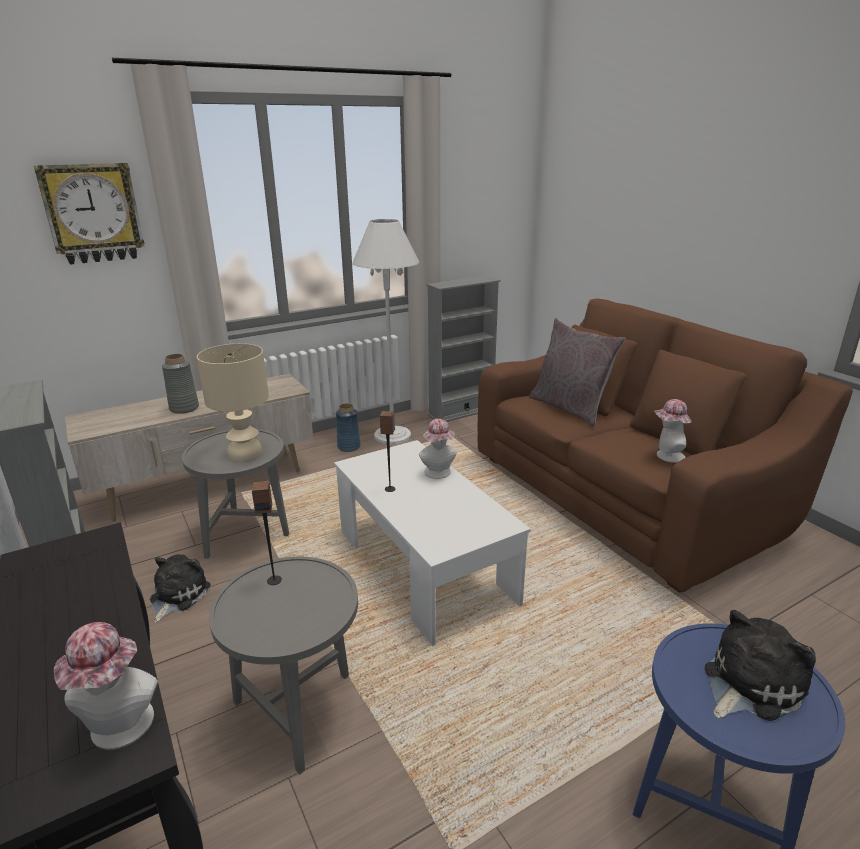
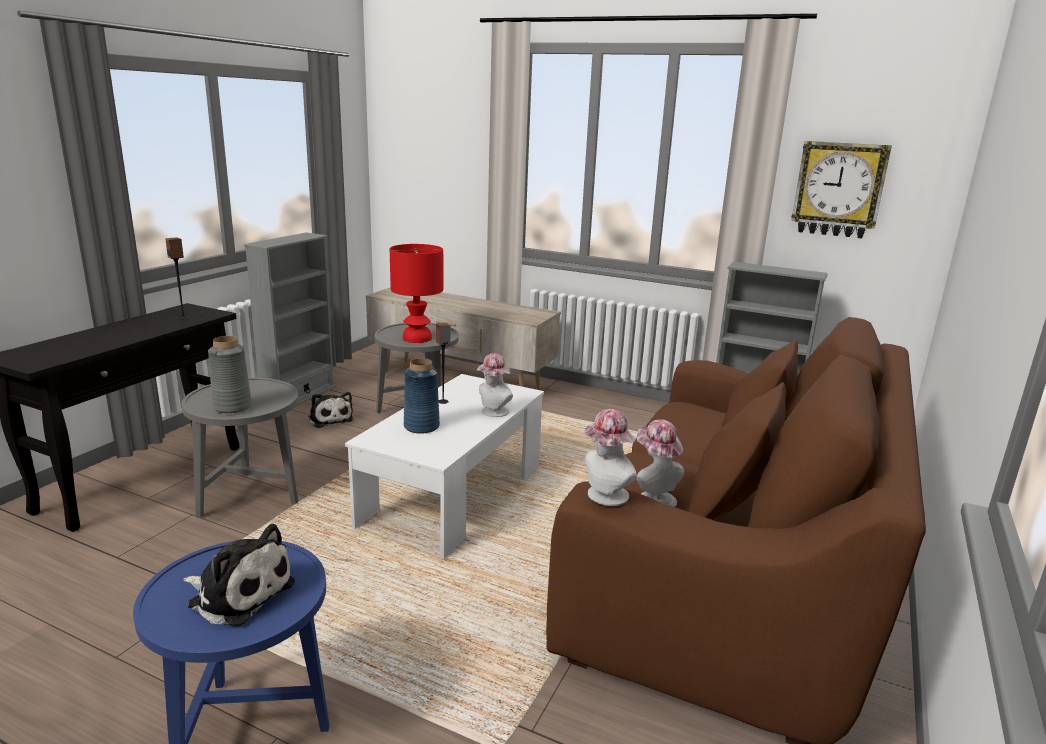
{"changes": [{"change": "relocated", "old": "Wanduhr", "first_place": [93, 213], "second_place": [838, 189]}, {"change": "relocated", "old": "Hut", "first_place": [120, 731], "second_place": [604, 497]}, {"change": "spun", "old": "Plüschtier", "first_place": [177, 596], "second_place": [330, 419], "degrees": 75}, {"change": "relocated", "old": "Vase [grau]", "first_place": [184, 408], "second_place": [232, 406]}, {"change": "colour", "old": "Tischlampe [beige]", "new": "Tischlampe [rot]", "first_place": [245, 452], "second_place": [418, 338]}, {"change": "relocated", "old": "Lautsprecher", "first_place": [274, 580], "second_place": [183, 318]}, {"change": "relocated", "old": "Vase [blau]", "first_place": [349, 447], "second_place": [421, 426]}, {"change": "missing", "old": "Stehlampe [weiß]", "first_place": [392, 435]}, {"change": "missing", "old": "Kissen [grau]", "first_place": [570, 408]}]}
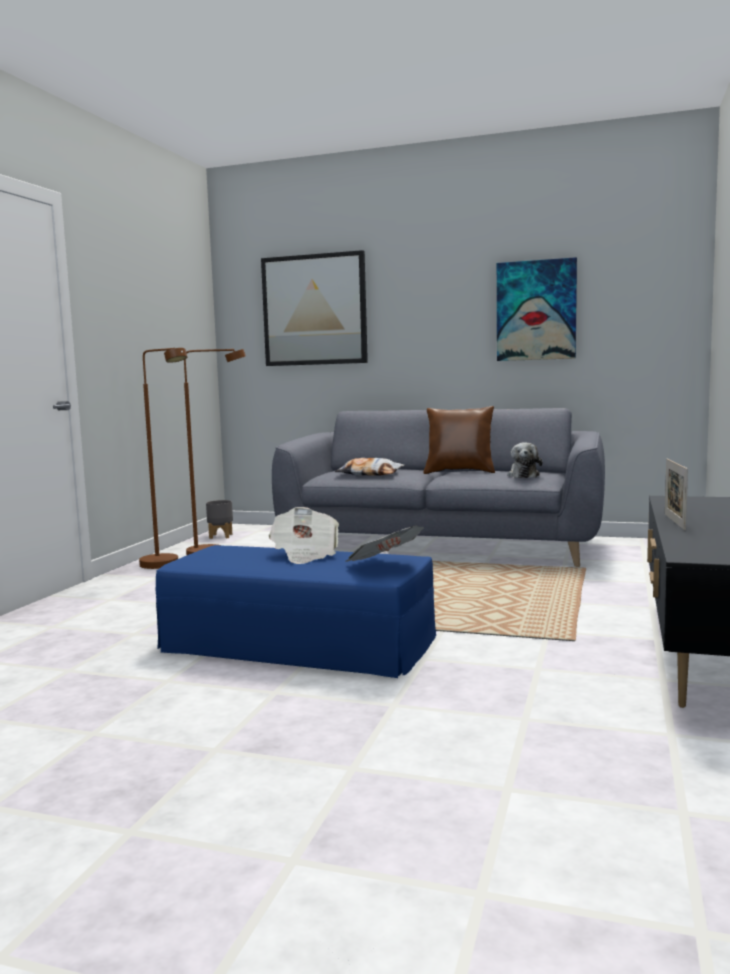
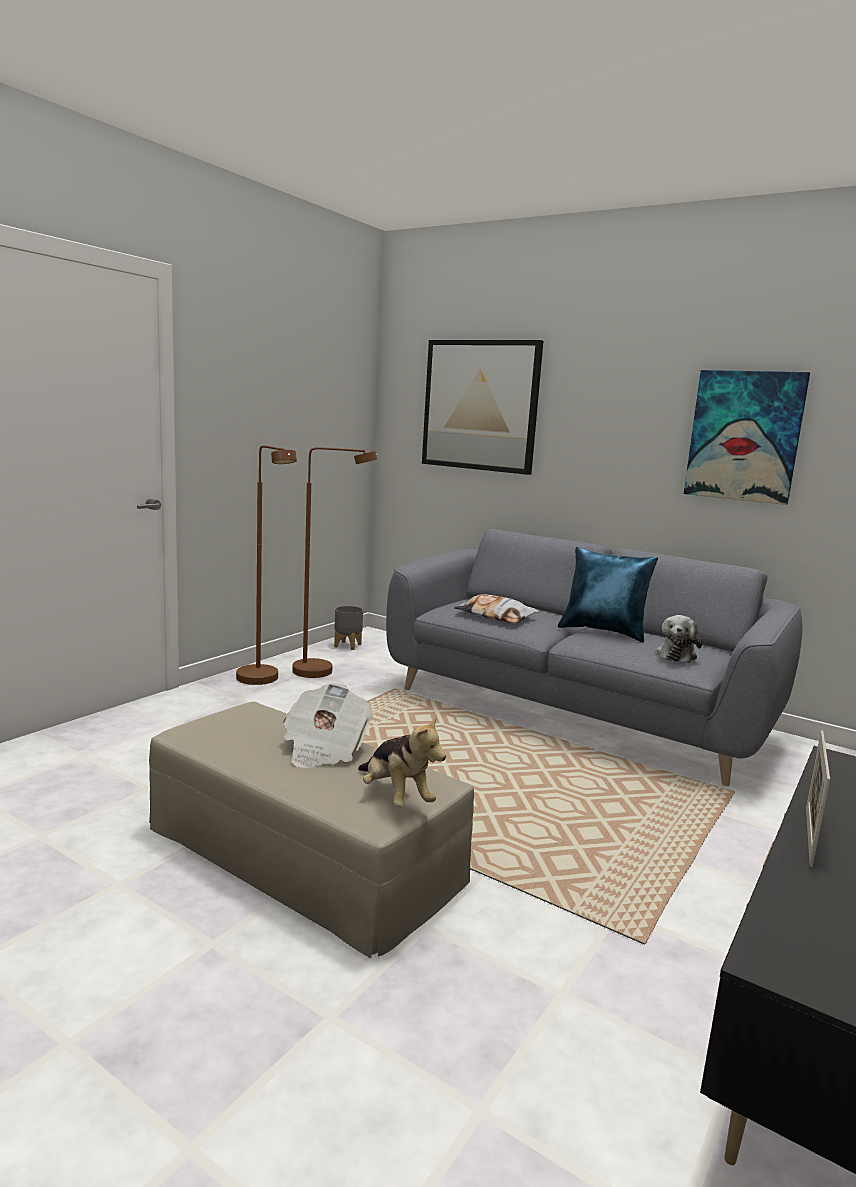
{"changes": [{"change": "colour", "old": "Polsterhocker [blau]", "new": "Polsterhocker [beige]", "first_place": [299, 642], "second_place": [304, 851]}, {"change": "exchanged", "old": "Zeitung", "new": "Plüschtier", "first_place": [384, 565], "second_place": [395, 797]}, {"change": "colour", "old": "Kissen [braun]", "new": "Kissen [blau]", "first_place": [460, 472], "second_place": [603, 632]}]}
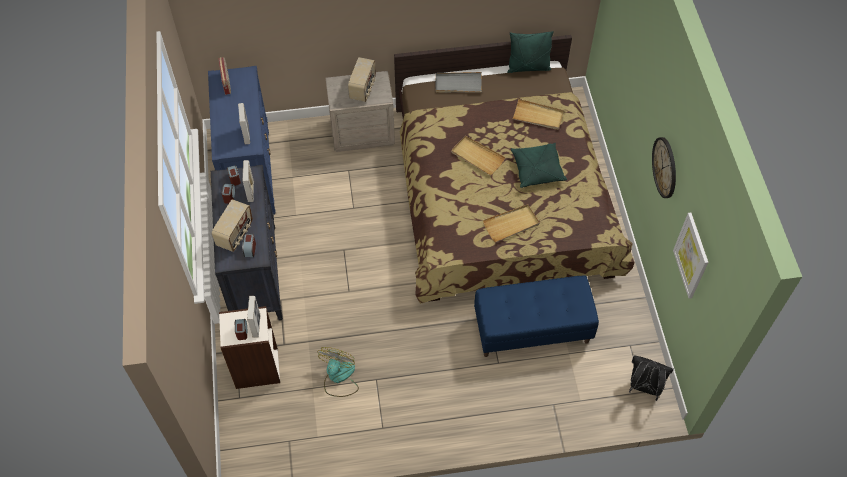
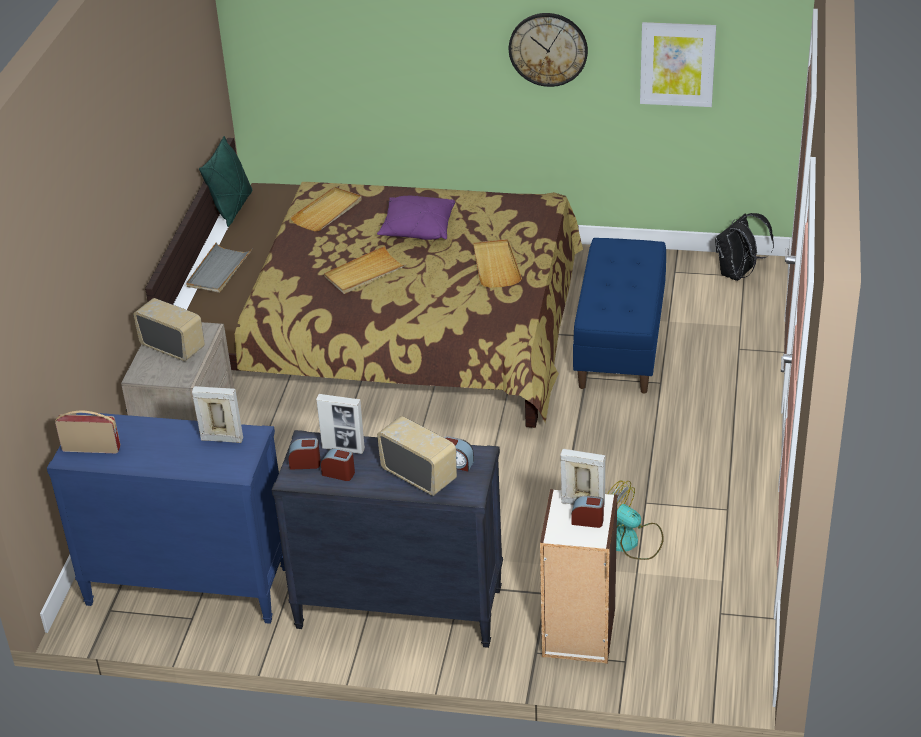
{"changes": [{"change": "colour", "old": "Kissen [grün]", "new": "Kissen [lila]", "first_place": [537, 170], "second_place": [417, 229]}]}
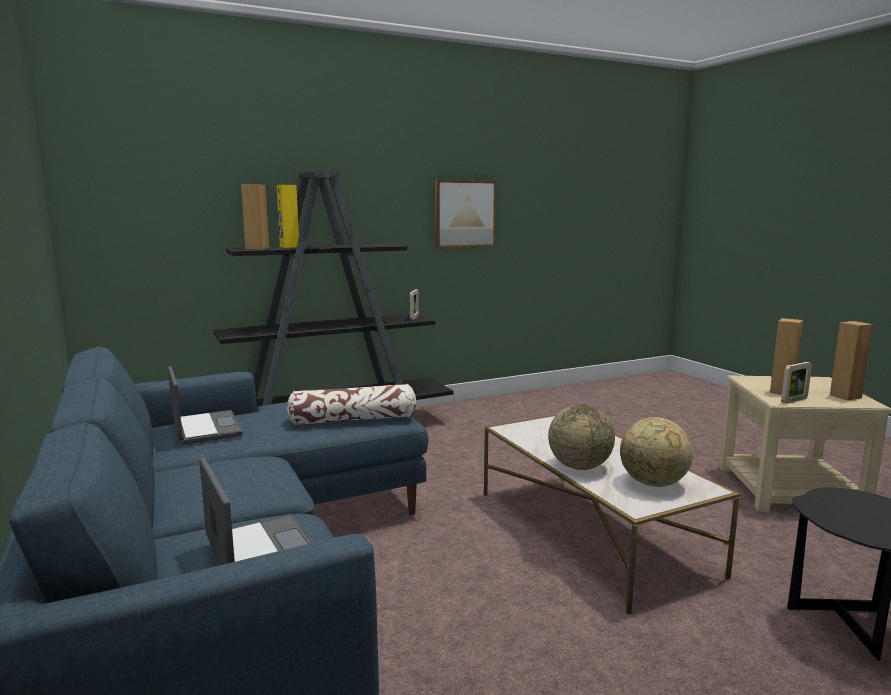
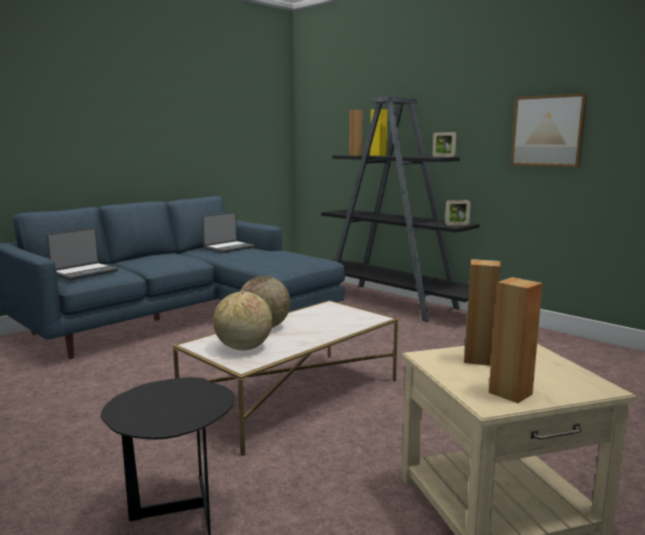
{"changes": [{"change": "missing", "old": "Kissen", "first_place": [353, 419]}, {"change": "relocated", "old": "Bilderrahmen", "first_place": [794, 400], "second_place": [443, 156]}]}
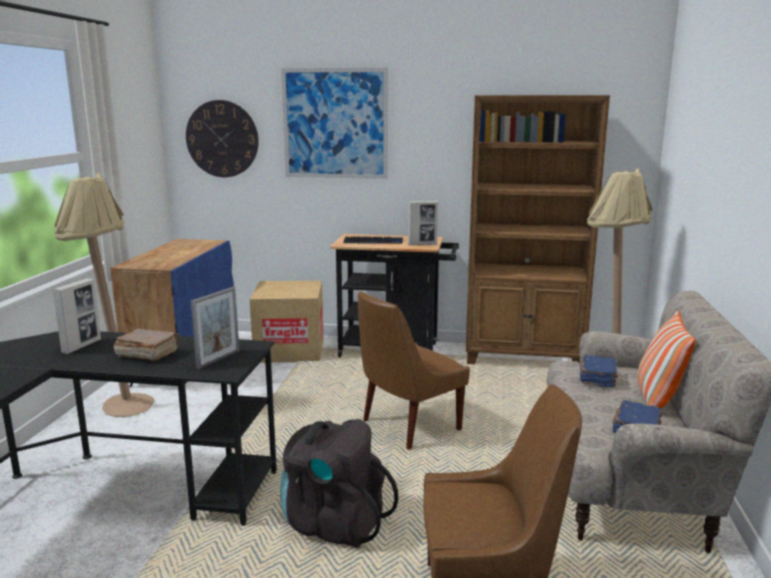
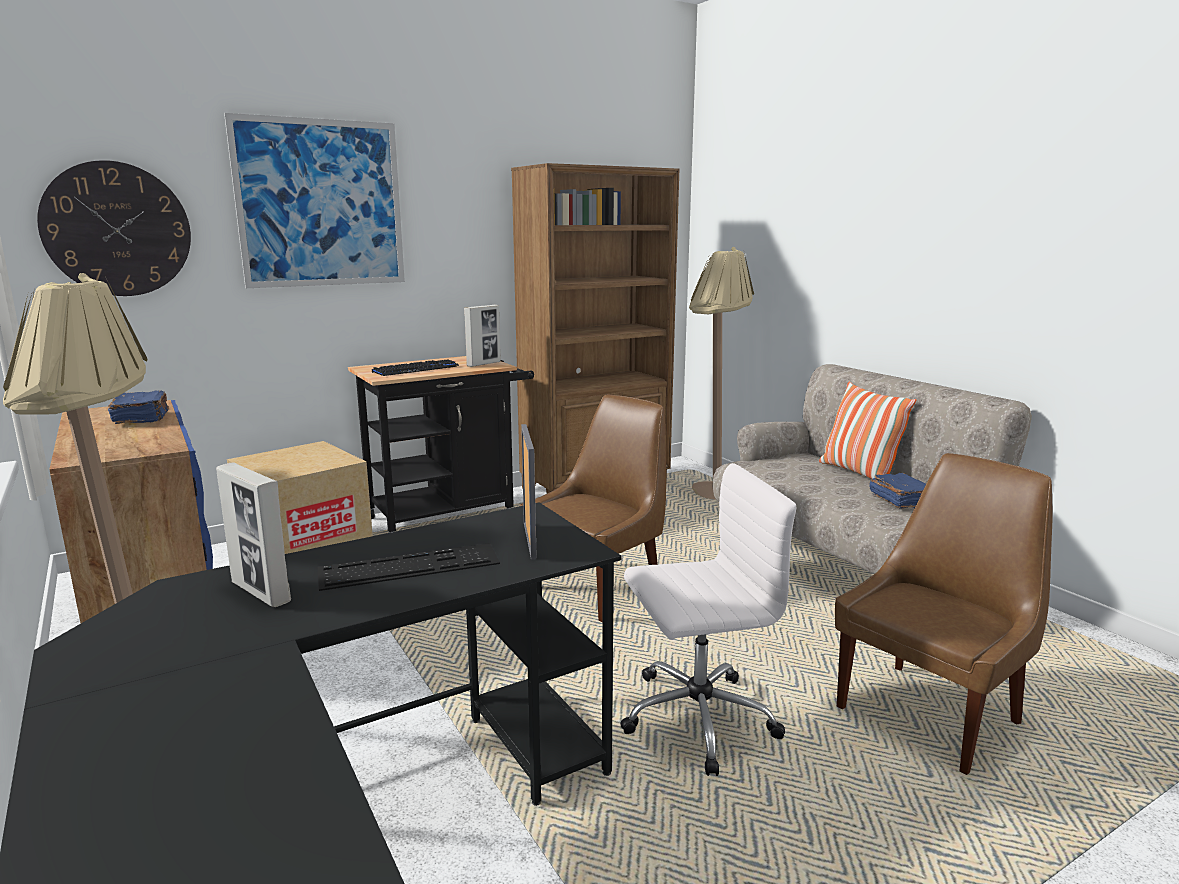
{"changes": [{"change": "spun", "old": "Bilderrahmen", "first_place": [82, 346], "second_place": [261, 592], "degrees": 150}, {"change": "exchanged", "old": "Buch [braun]", "new": "Tastatur", "first_place": [147, 354], "second_place": [409, 567]}, {"change": "exchanged", "old": "Rucksack [schwarz]", "new": "Bürostuhl [weiß]", "first_place": [333, 523], "second_place": [695, 718]}, {"change": "spun", "old": "Stuhl [braun]", "first_place": [408, 426], "second_place": [598, 589], "degrees": -150}, {"change": "relocated", "old": "Buch [blau]", "first_place": [598, 379], "second_place": [142, 419]}]}
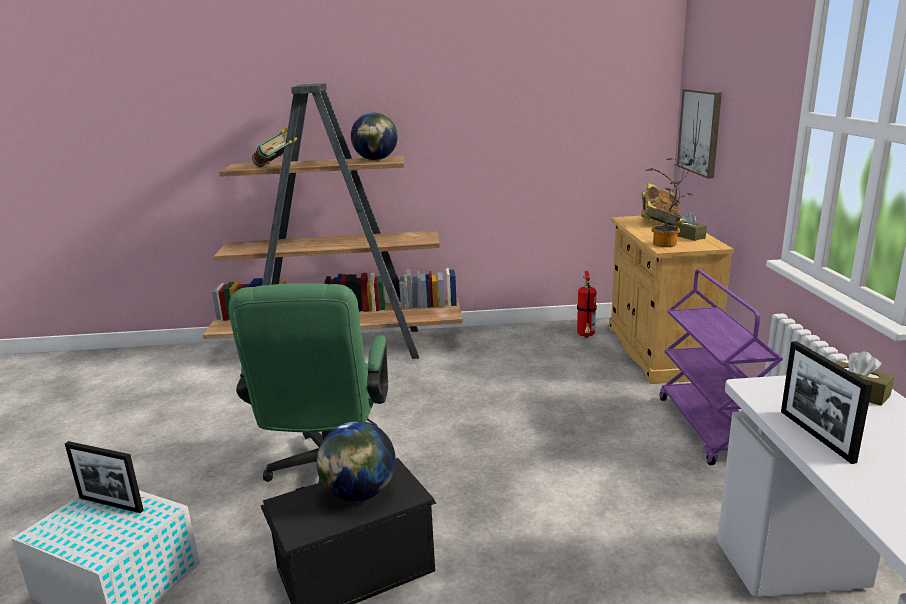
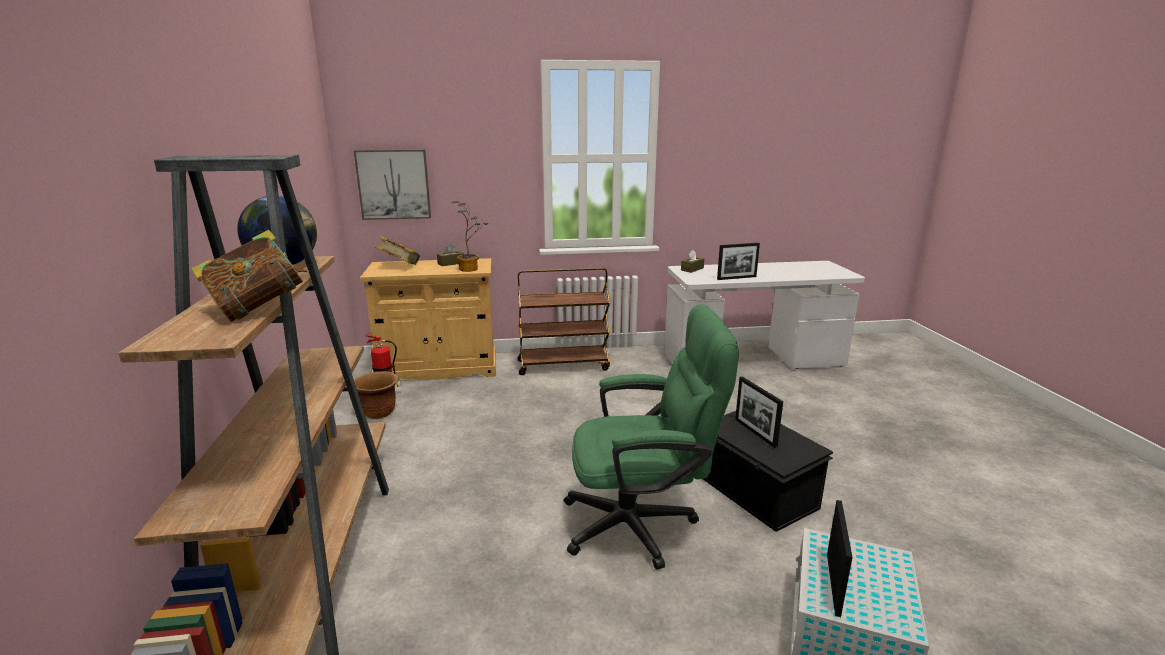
{"changes": [{"change": "exchanged", "old": "Globus", "new": "Bilderrahmen", "first_place": [359, 493], "second_place": [755, 432]}, {"change": "colour", "old": "Rollwagen [lila]", "new": "Rollwagen [braun]", "first_place": [710, 428], "second_place": [563, 365]}, {"change": "appeared", "new": "Pflanzkübel [braun]", "second_place": [379, 413]}]}
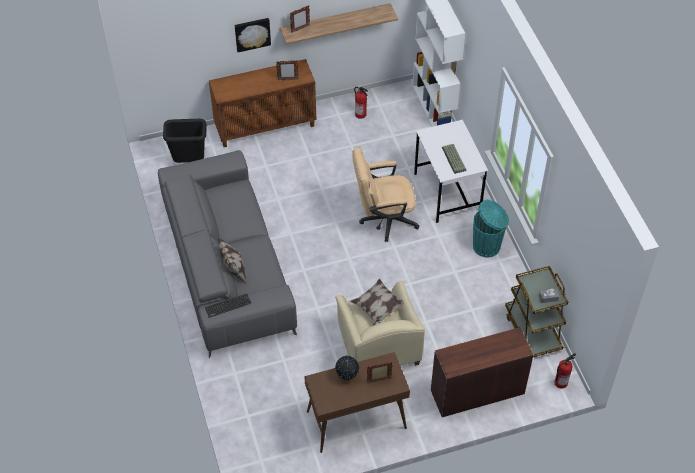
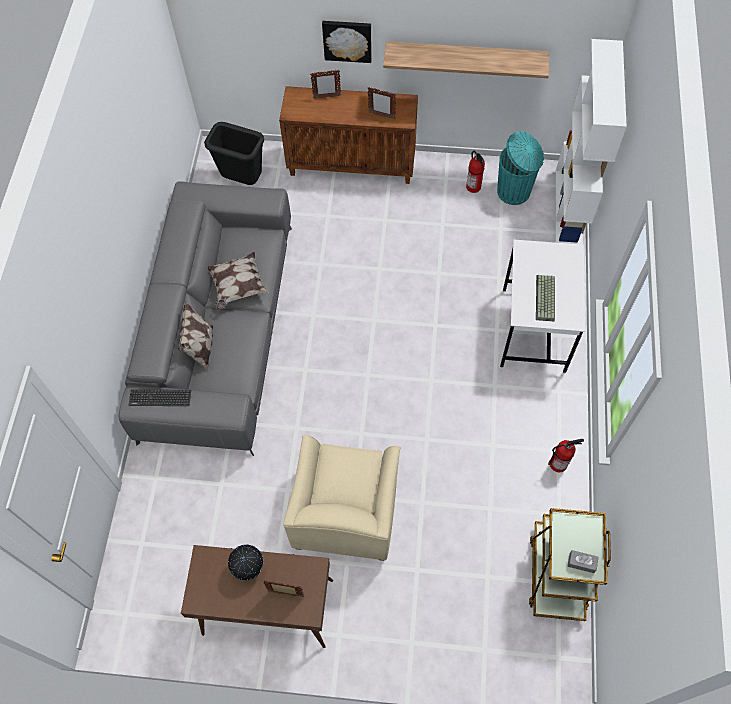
{"changes": [{"change": "relocated", "old": "Bilderrahmen", "first_place": [300, 29], "second_place": [326, 97]}, {"change": "relocated", "old": "Kissen", "first_place": [378, 308], "second_place": [238, 286]}, {"change": "missing", "old": "Bürostuhl [beige]", "first_place": [383, 219]}, {"change": "missing", "old": "Schreibtisch [braun]", "first_place": [477, 391]}, {"change": "relocated", "old": "Mülleimer [türkis]", "first_place": [487, 246], "second_place": [514, 192]}, {"change": "relocated", "old": "Feuerlöscher", "first_place": [561, 382], "second_place": [559, 463]}]}
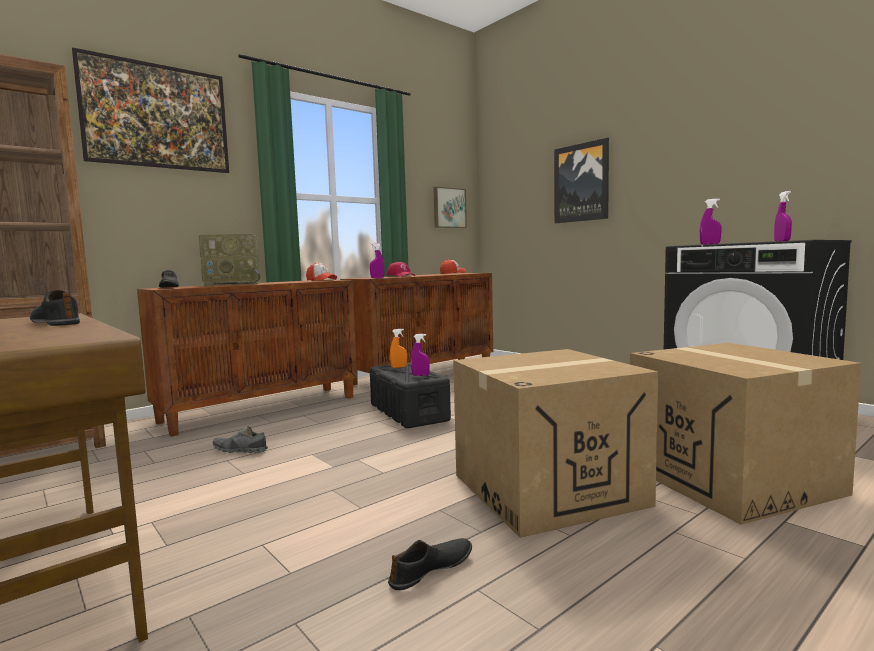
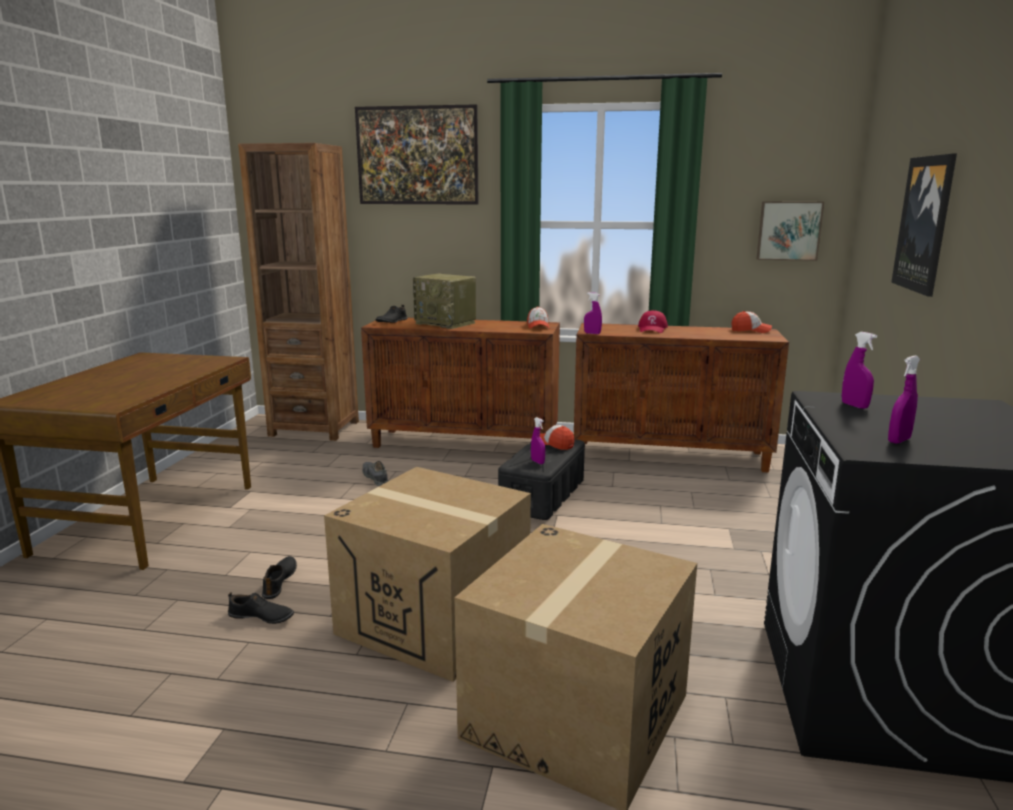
{"changes": [{"change": "relocated", "old": "Schuh [schwarz]", "first_place": [57, 322], "second_place": [280, 581]}, {"change": "exchanged", "old": "Sprühflasche [orange]", "new": "Kappe", "first_place": [398, 367], "second_place": [554, 444]}]}
